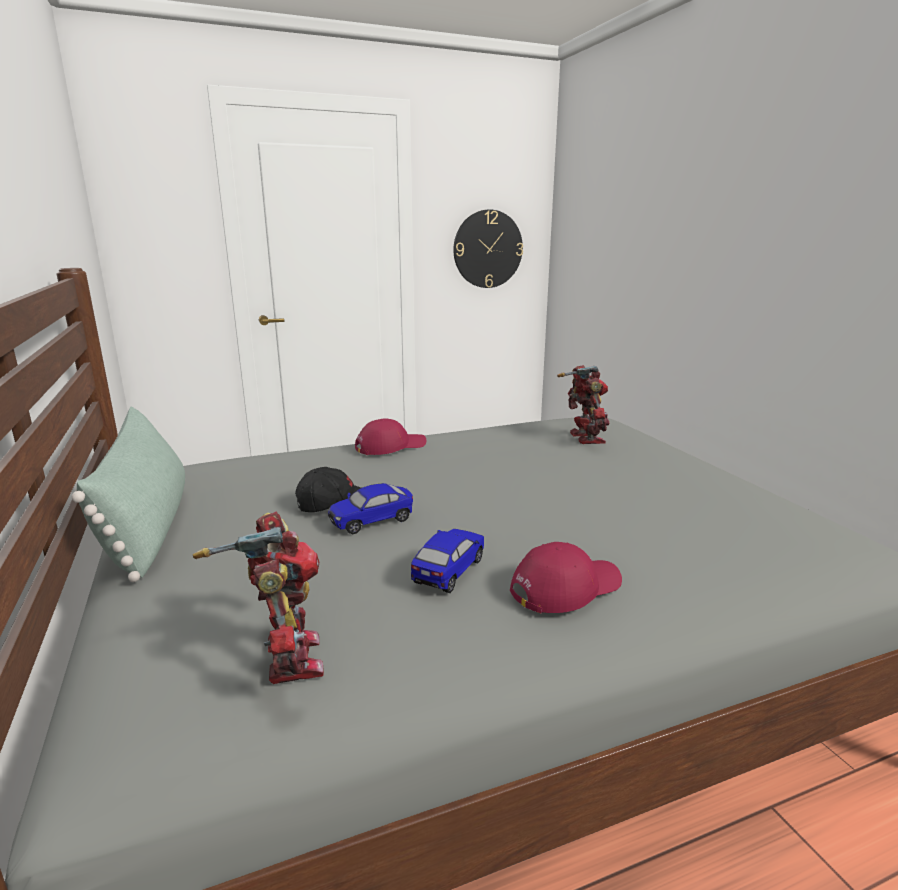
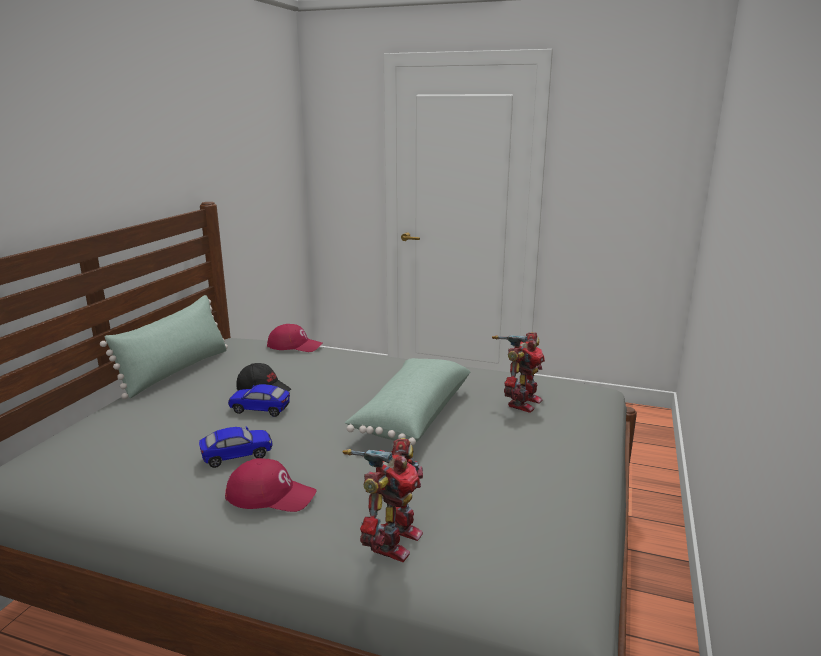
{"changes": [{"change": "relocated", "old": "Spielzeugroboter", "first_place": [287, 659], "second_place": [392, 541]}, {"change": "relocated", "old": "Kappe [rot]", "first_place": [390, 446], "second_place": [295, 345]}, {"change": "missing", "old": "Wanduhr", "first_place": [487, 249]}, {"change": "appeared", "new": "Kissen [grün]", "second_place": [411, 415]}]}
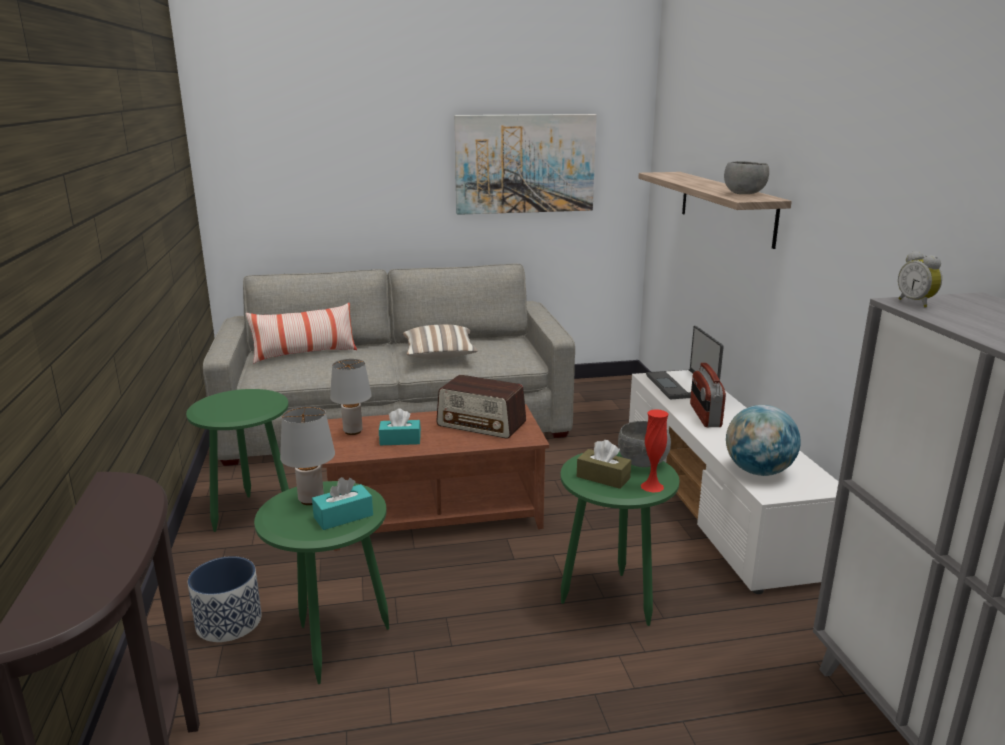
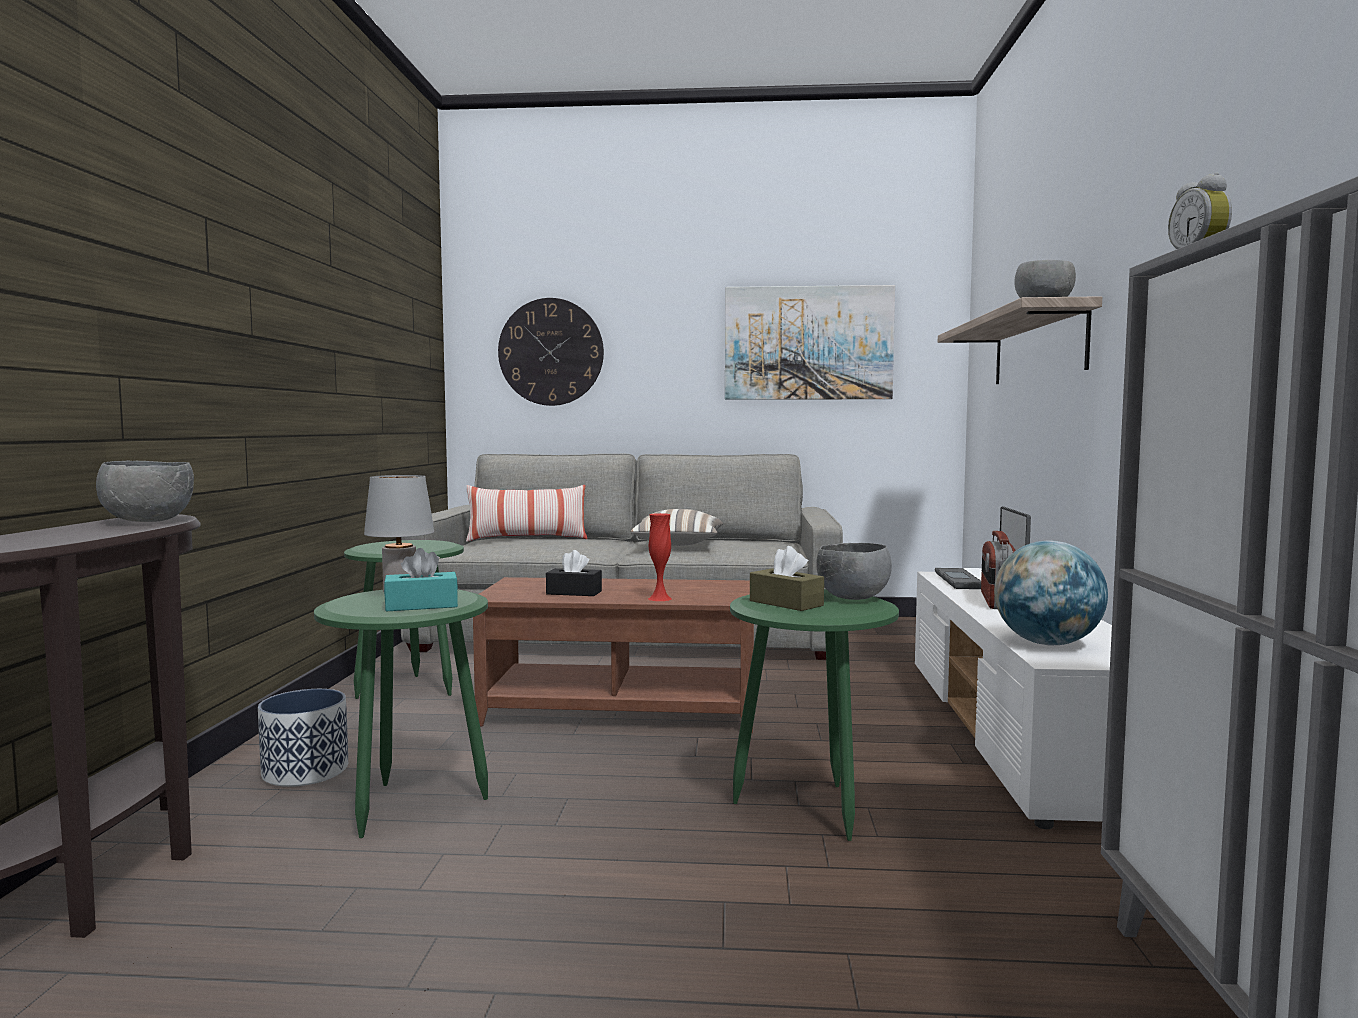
{"changes": [{"change": "missing", "old": "Tischlampe [grau]", "first_place": [352, 431]}, {"change": "colour", "old": "Taschentuchbox [türkis]", "new": "Taschentuchbox [schwarz]", "first_place": [400, 440], "second_place": [574, 592]}, {"change": "missing", "old": "Radio", "first_place": [482, 424]}, {"change": "relocated", "old": "Vase [rot]", "first_place": [652, 486], "second_place": [660, 598]}, {"change": "appeared", "new": "Schüssel [grau]", "second_place": [150, 521]}, {"change": "appeared", "new": "Wanduhr", "second_place": [551, 352]}]}
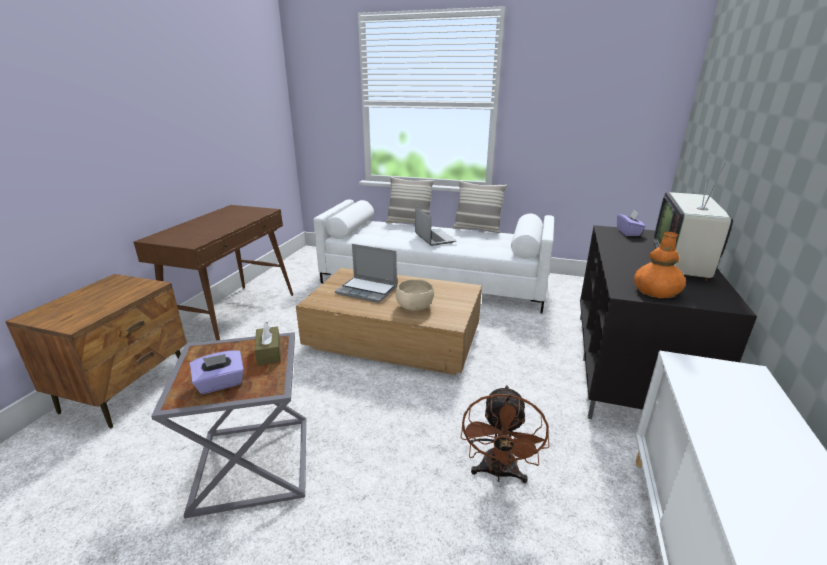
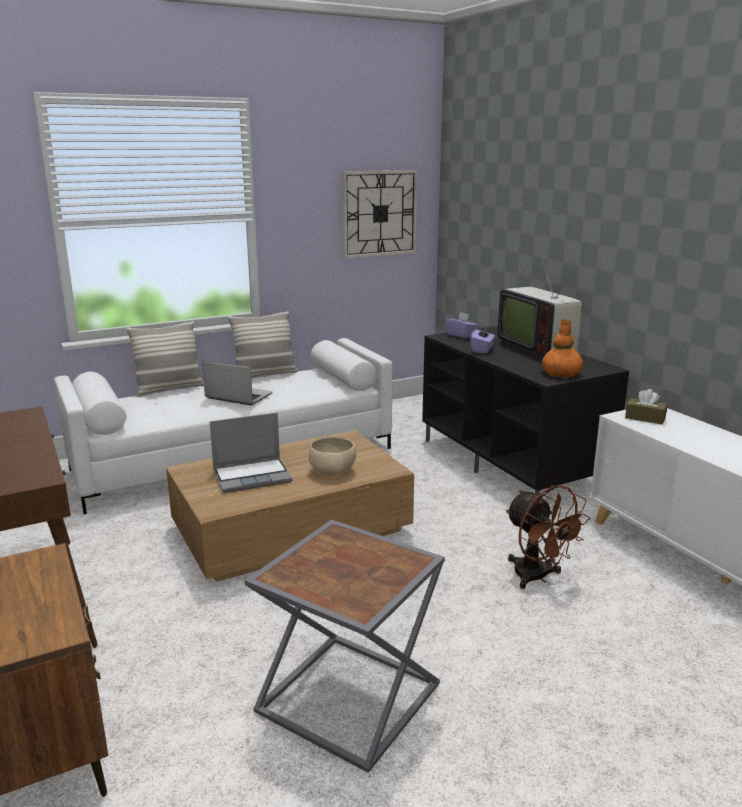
{"changes": [{"change": "relocated", "old": "Taschentuchbox [lila]", "first_place": [220, 384], "second_place": [482, 350]}, {"change": "relocated", "old": "Taschentuchbox [braun]", "first_place": [269, 352], "second_place": [645, 418]}, {"change": "appeared", "new": "Wanduhr", "second_place": [379, 213]}]}
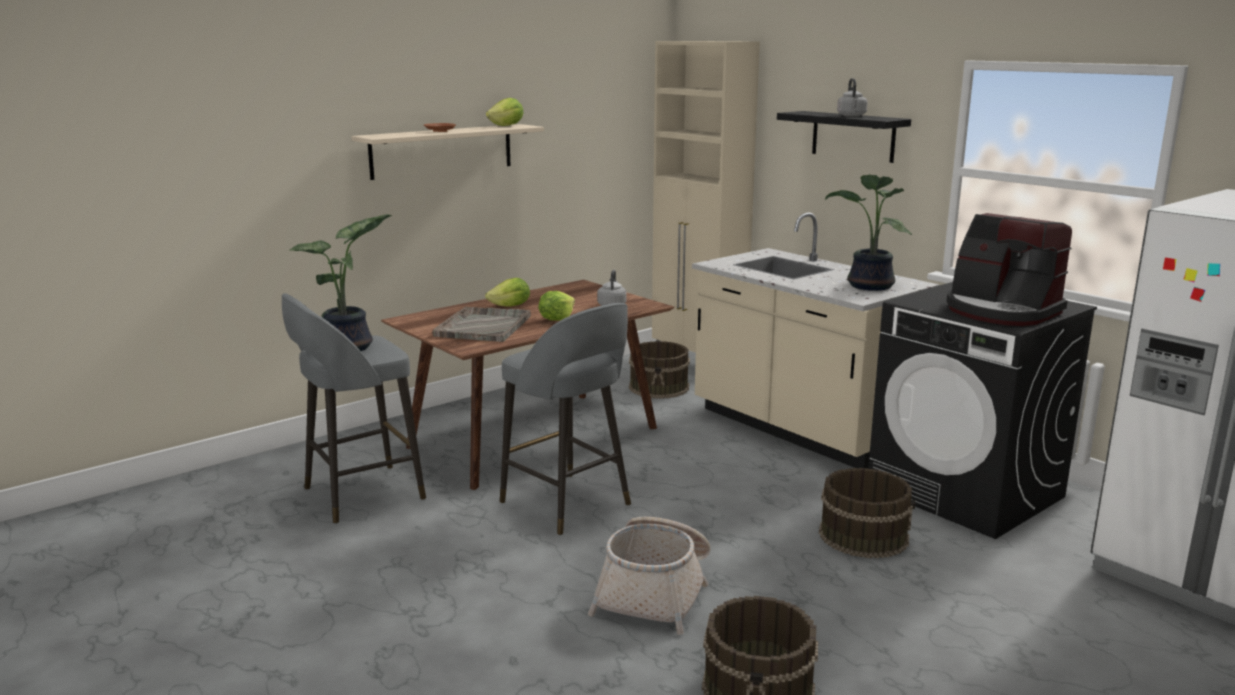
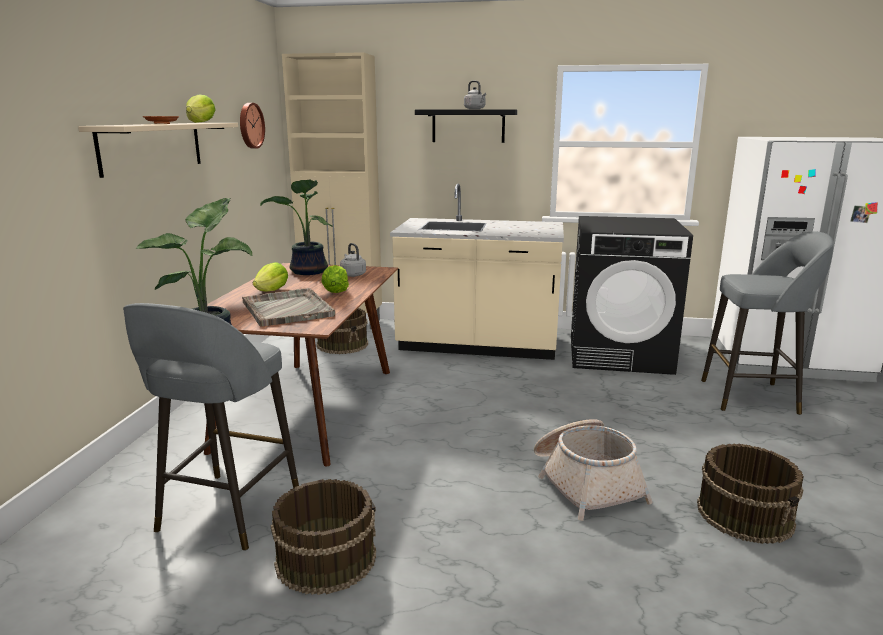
{"changes": [{"change": "relocated", "old": "Hocker [grau]", "first_place": [567, 505], "second_place": [752, 397]}, {"change": "relocated", "old": "Eimer [braun]", "first_place": [863, 535], "second_place": [326, 558]}, {"change": "relocated", "old": "Topfpflanze", "first_place": [868, 286], "second_place": [307, 272]}, {"change": "missing", "old": "Kaffeemaschine", "first_place": [1001, 311]}, {"change": "appeared", "new": "Wanduhr", "second_place": [250, 125]}]}
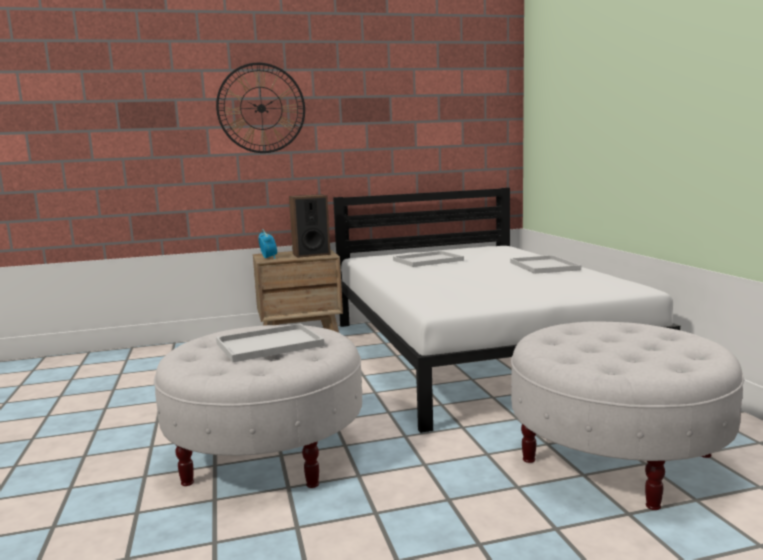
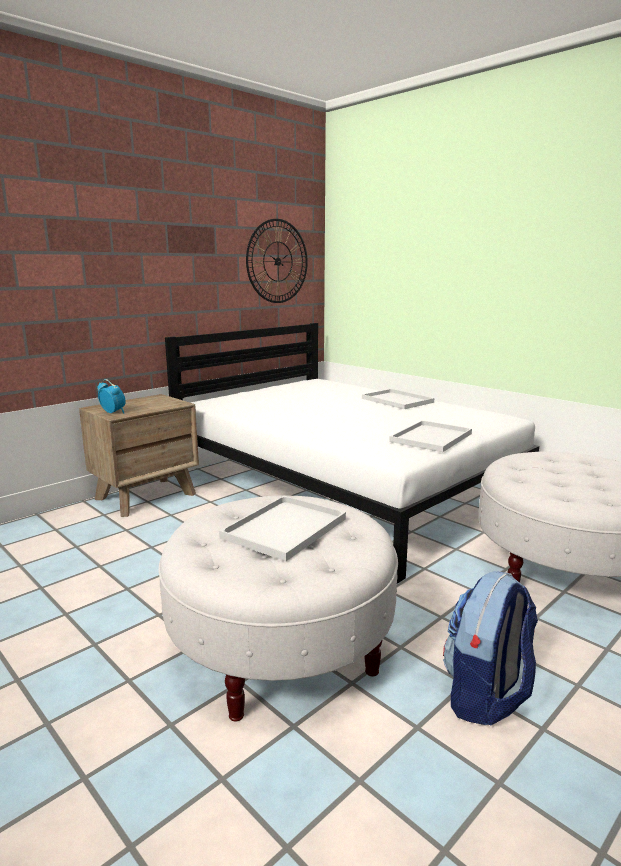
{"changes": [{"change": "relocated", "old": "Wanduhr", "first_place": [261, 108], "second_place": [277, 261]}, {"change": "missing", "old": "Lautsprecher", "first_place": [311, 254]}, {"change": "relocated", "old": "Tablett [weiß]", "first_place": [428, 260], "second_place": [431, 437]}, {"change": "appeared", "new": "Rucksack", "second_place": [486, 696]}]}
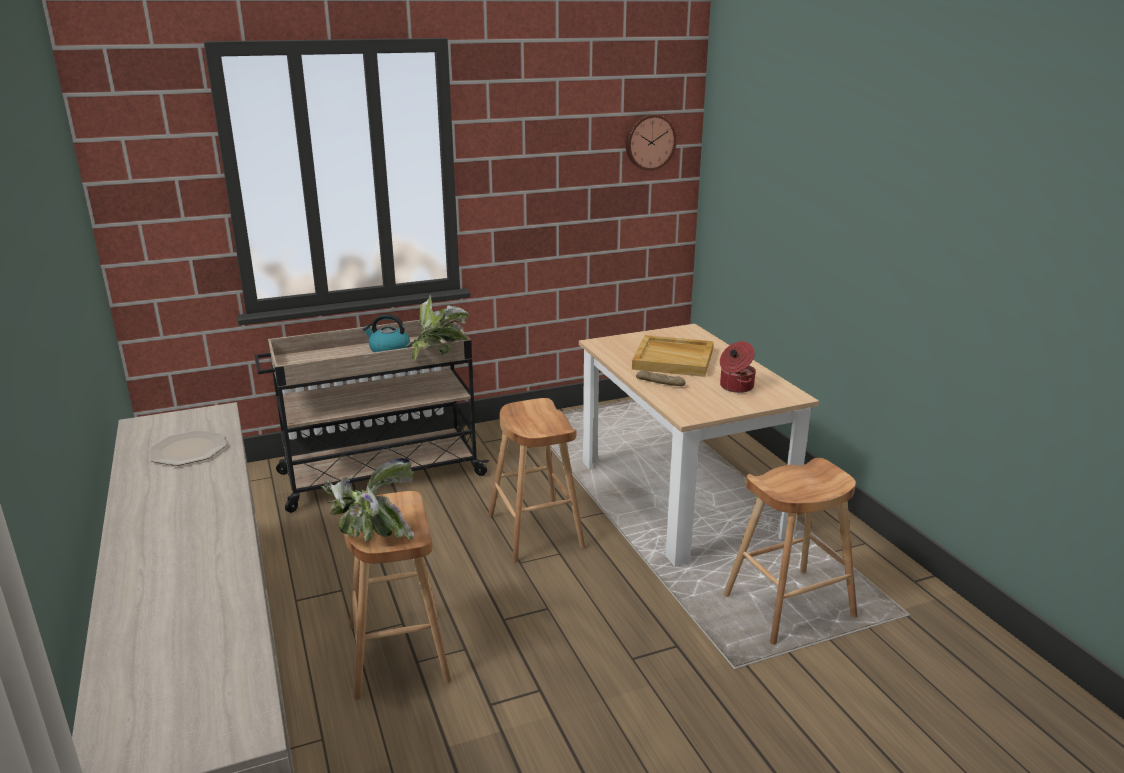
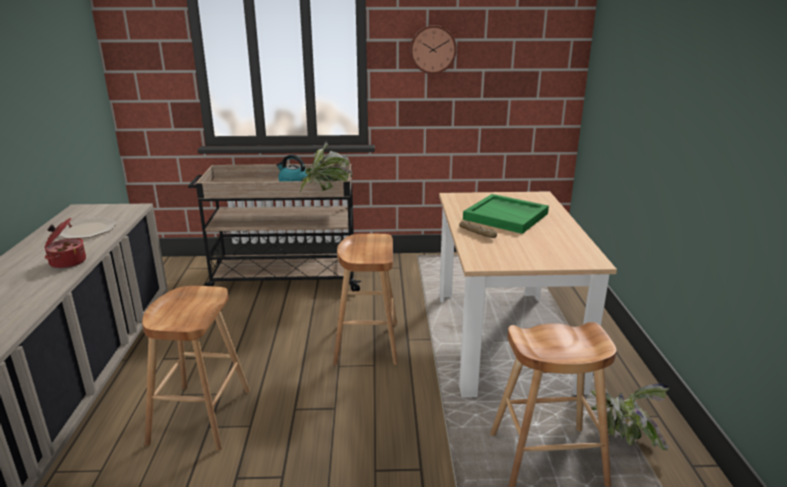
{"changes": [{"change": "relocated", "old": "Topfpflanze", "first_place": [369, 538], "second_place": [621, 436]}, {"change": "relocated", "old": "Wanduhr", "first_place": [649, 142], "second_place": [432, 49]}, {"change": "colour", "old": "Tablett [beige]", "new": "Tablett [grün]", "first_place": [674, 359], "second_place": [506, 216]}, {"change": "relocated", "old": "Kochtopf", "first_place": [735, 387], "second_place": [67, 262]}]}
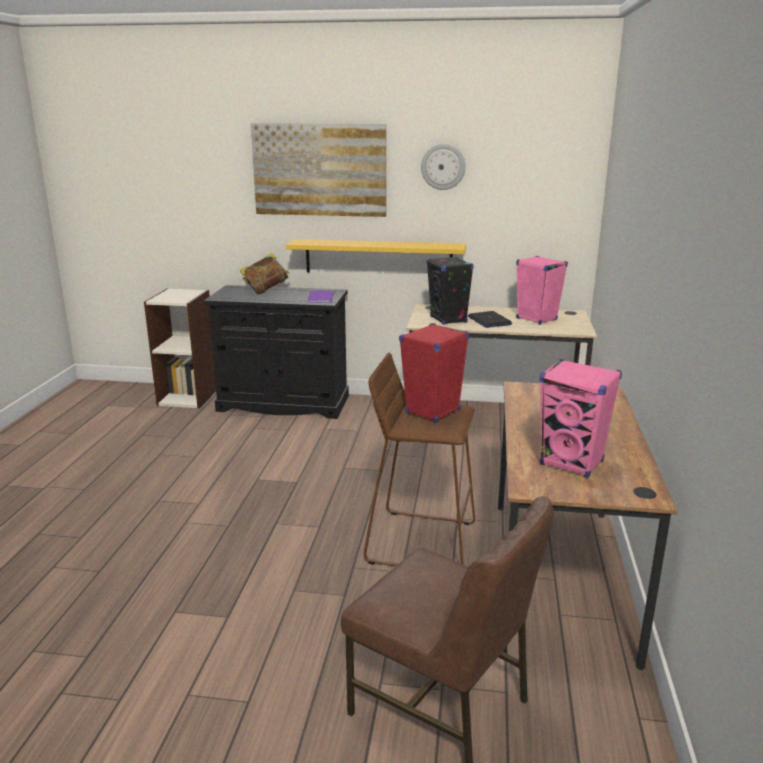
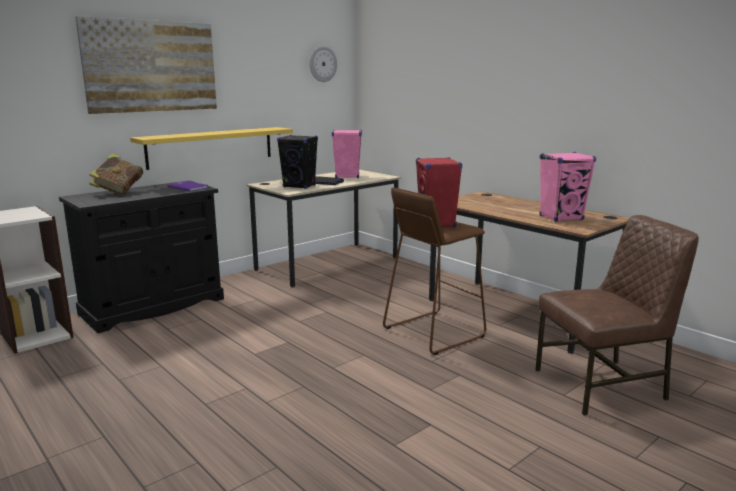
{"changes": [{"change": "relocated", "old": "Wanduhr", "first_place": [443, 167], "second_place": [322, 64]}]}
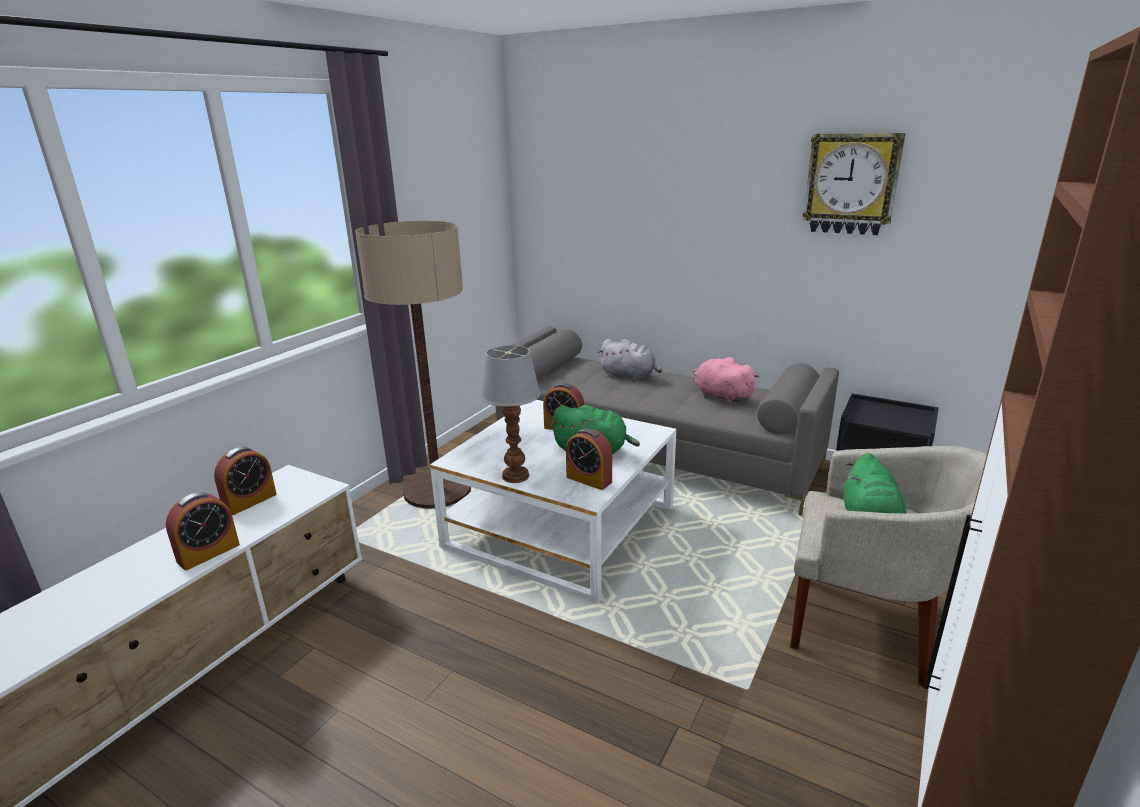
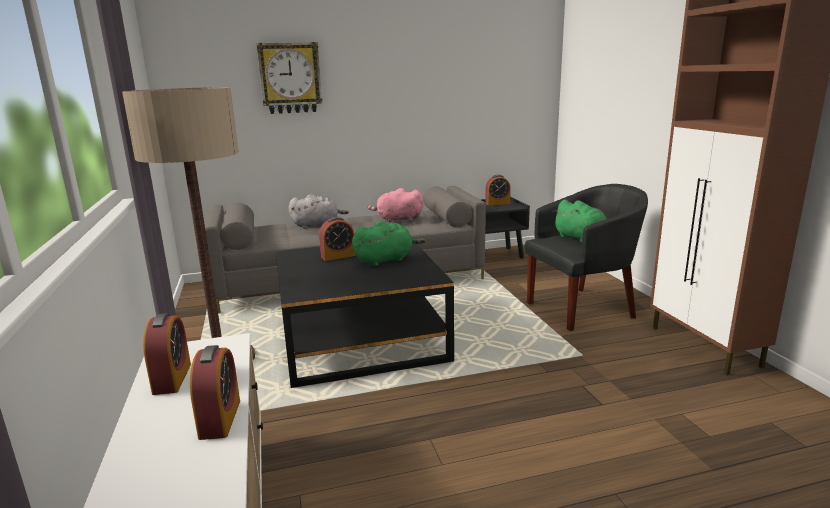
{"changes": [{"change": "colour", "old": "Couchtisch [weiß]", "new": "Couchtisch [schwarz]", "first_place": [561, 526], "second_place": [361, 338]}, {"change": "missing", "old": "Tischlampe", "first_place": [515, 476]}, {"change": "relocated", "old": "Wecker", "first_place": [589, 479], "second_place": [497, 203]}, {"change": "colour", "old": "Sessel [beige]", "new": "Sessel [schwarz]", "first_place": [867, 627], "second_place": [582, 308]}, {"change": "relocated", "old": "Wanduhr", "first_place": [851, 184], "second_place": [290, 78]}]}
